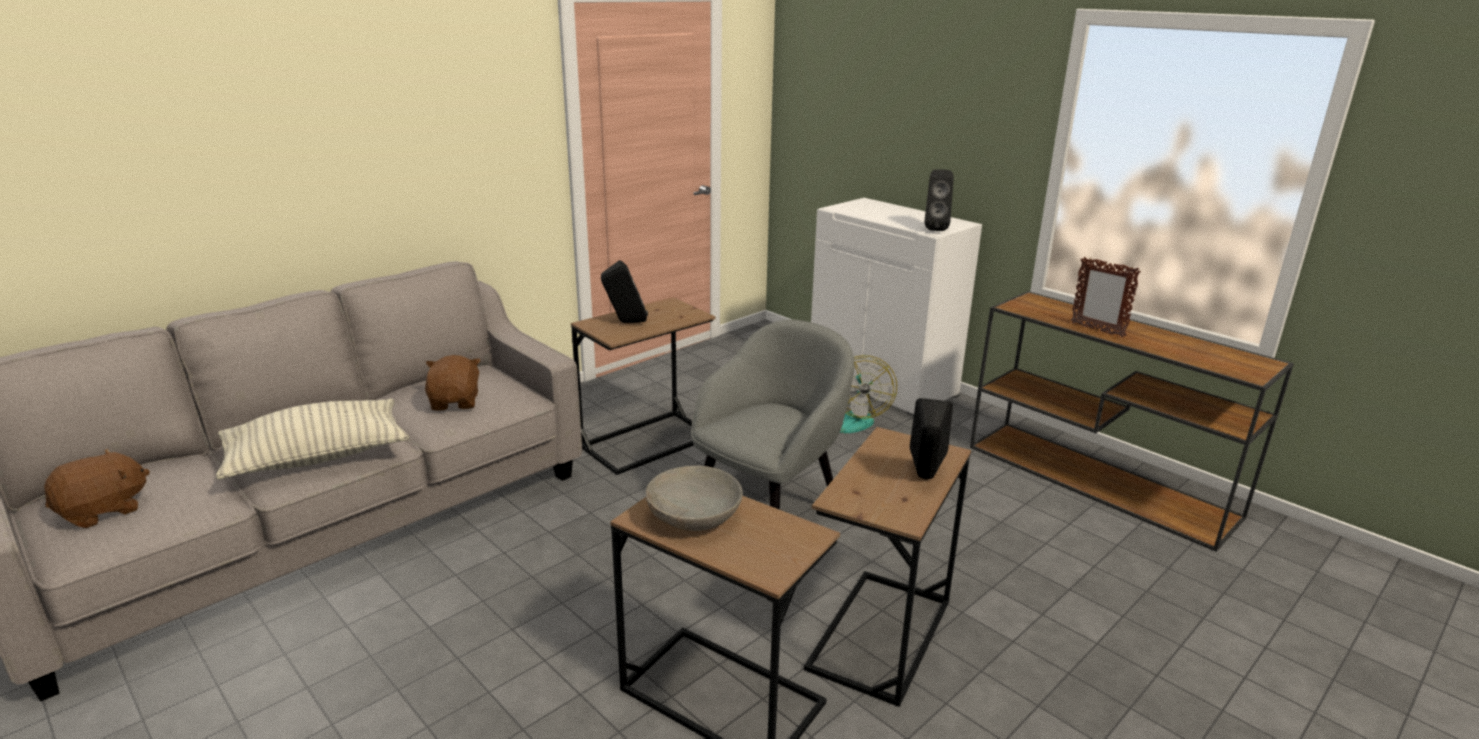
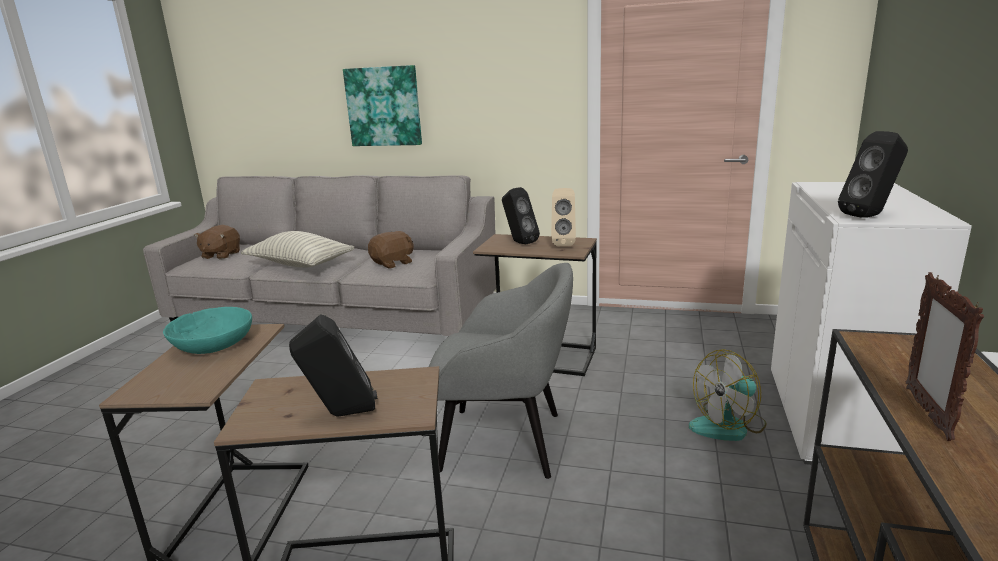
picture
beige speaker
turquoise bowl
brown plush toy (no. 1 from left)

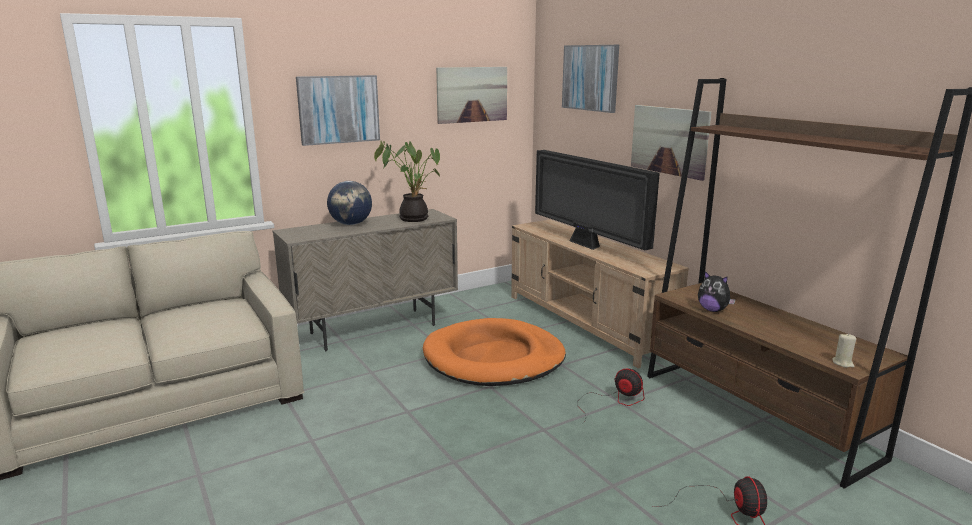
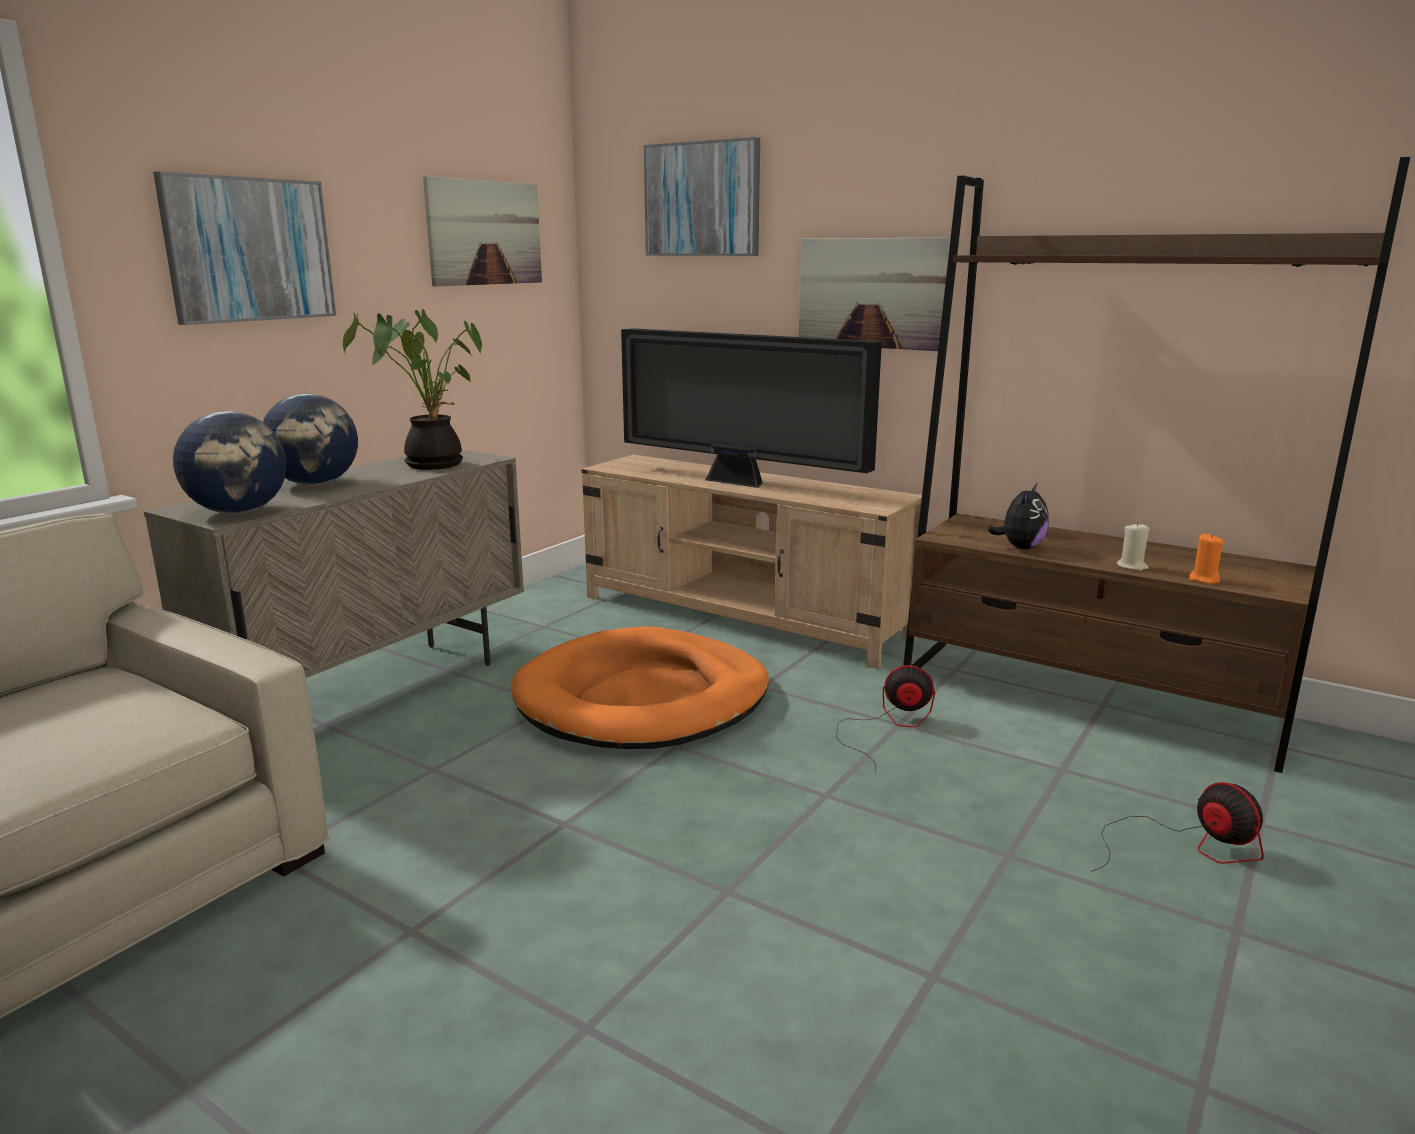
globe (no. 1 from left)
orange candle
beige candle
plush toy

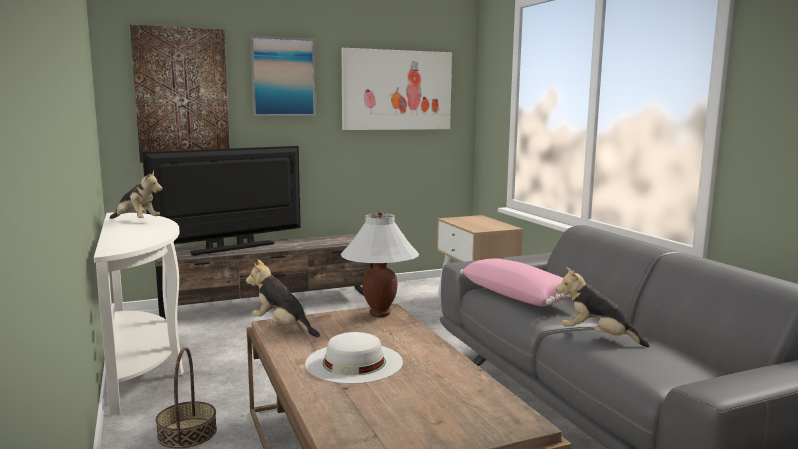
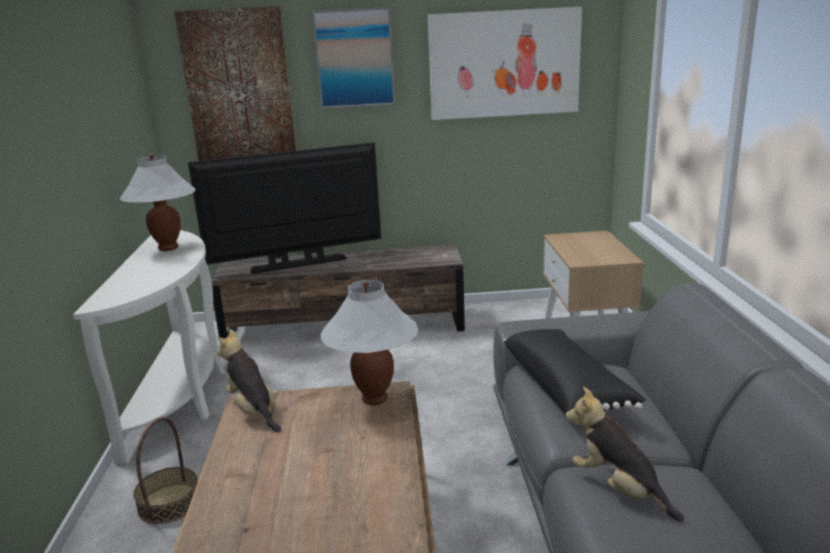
white hat
white table lamp (no. 1 from left)
black pillow

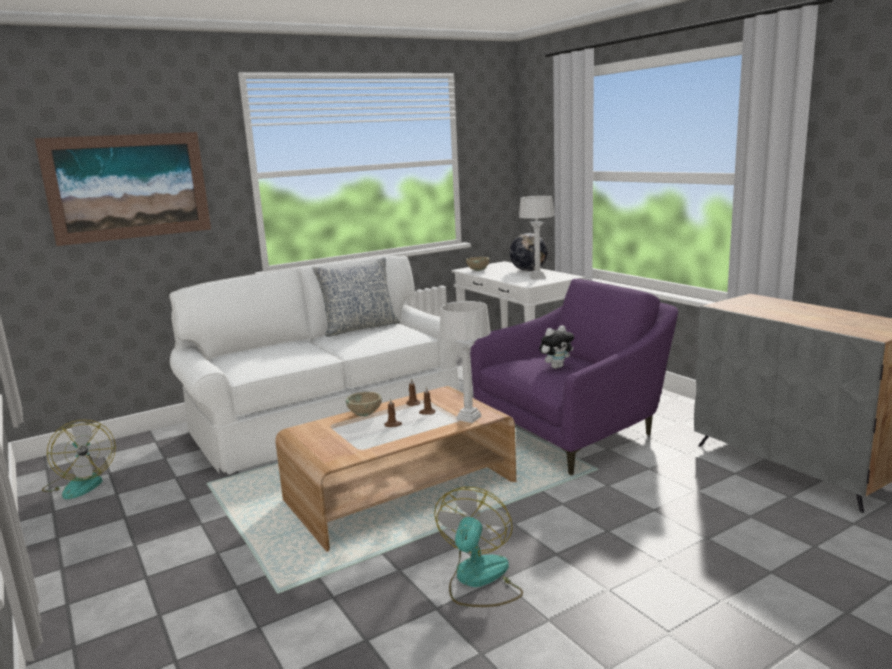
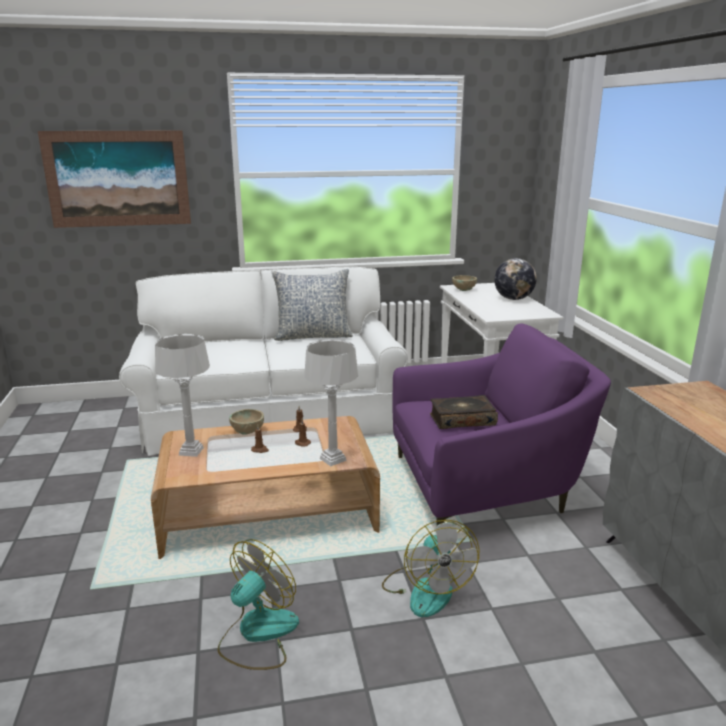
fan (no. 2 from left)
grey table lamp (no. 1 from left)
book

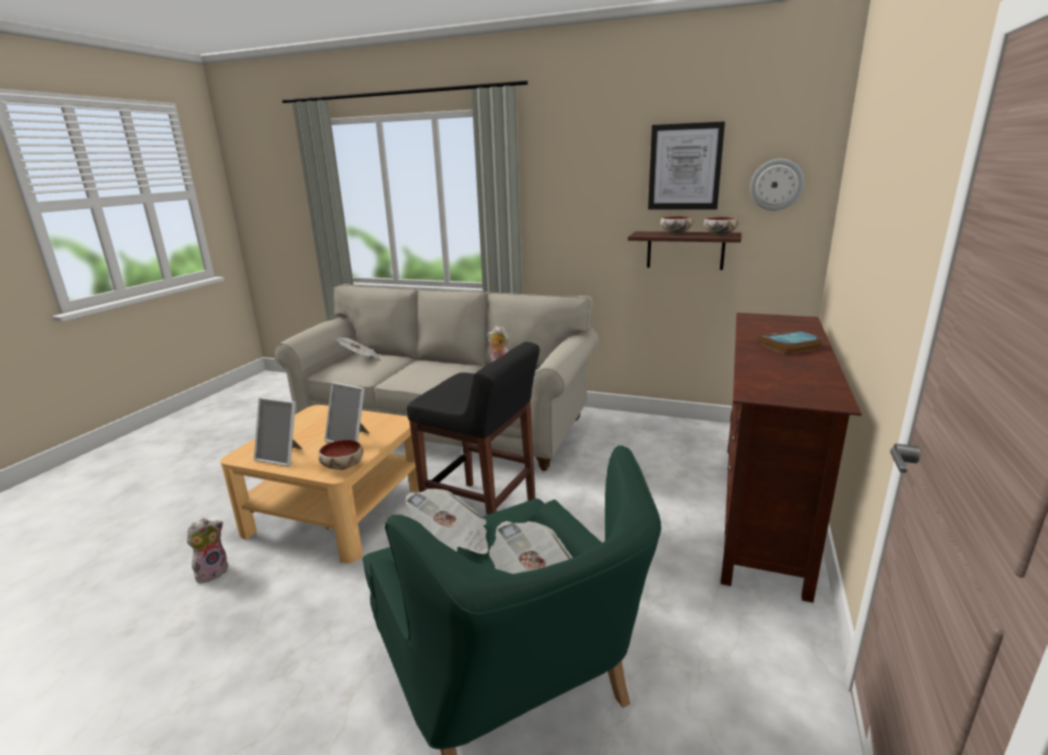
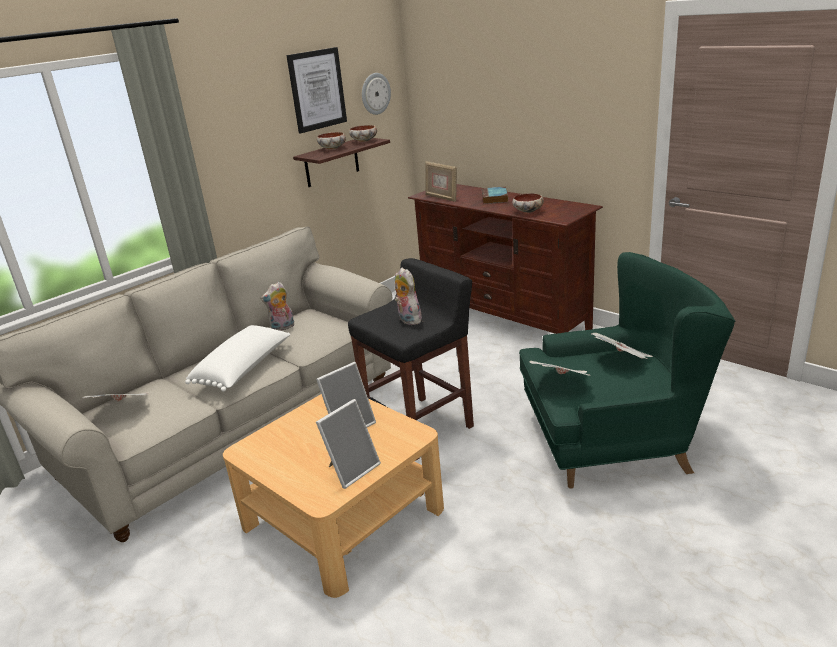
white pillow
picture frame (no. 3 from left)
plush toy (no. 2 from left)
bowl (no. 3 from left)

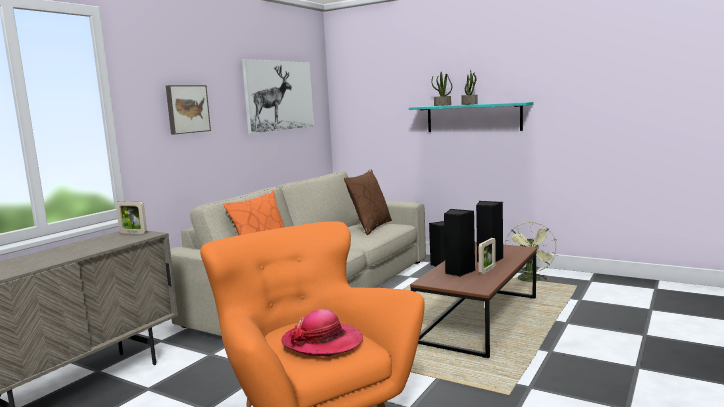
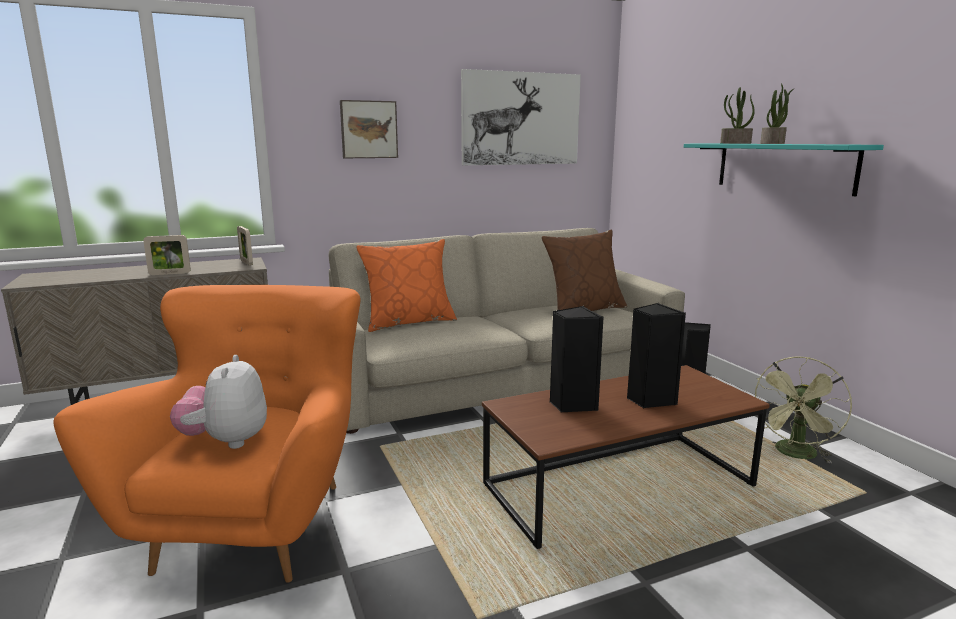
picture frame (no. 1 from left)
plush toy

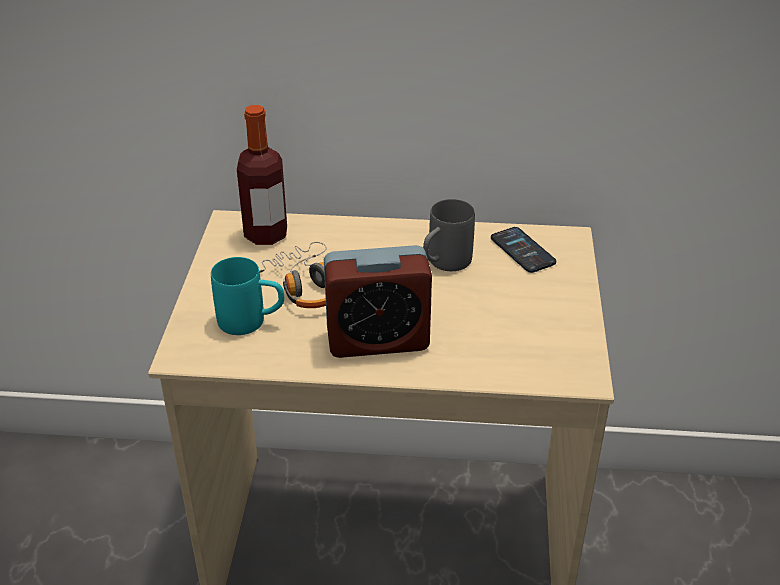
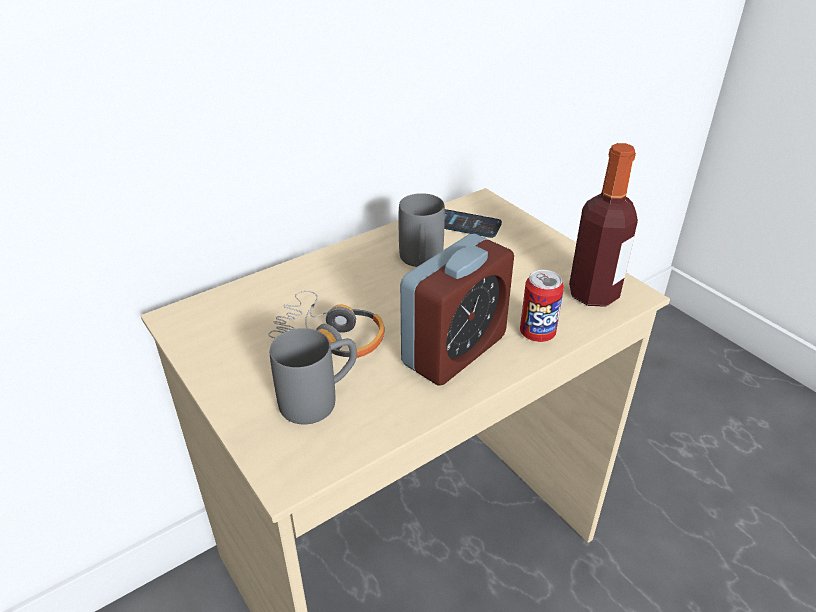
can
bottle
grey mug (no. 1 from left)

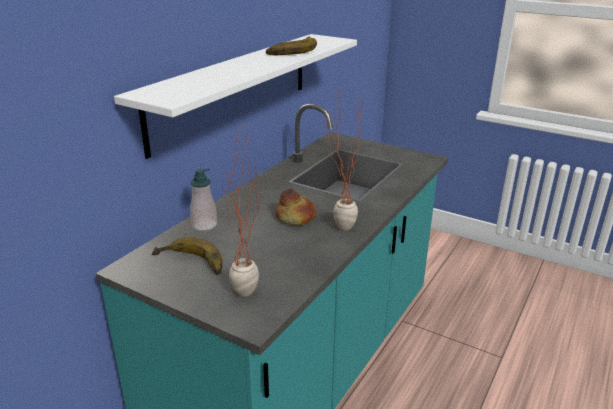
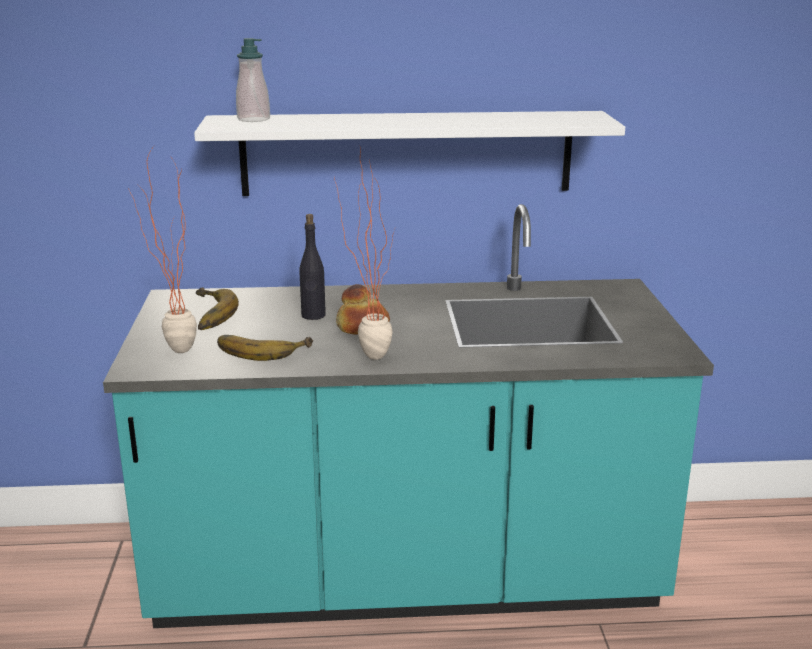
black bottle
soap dispenser
banana (no. 2 from left)

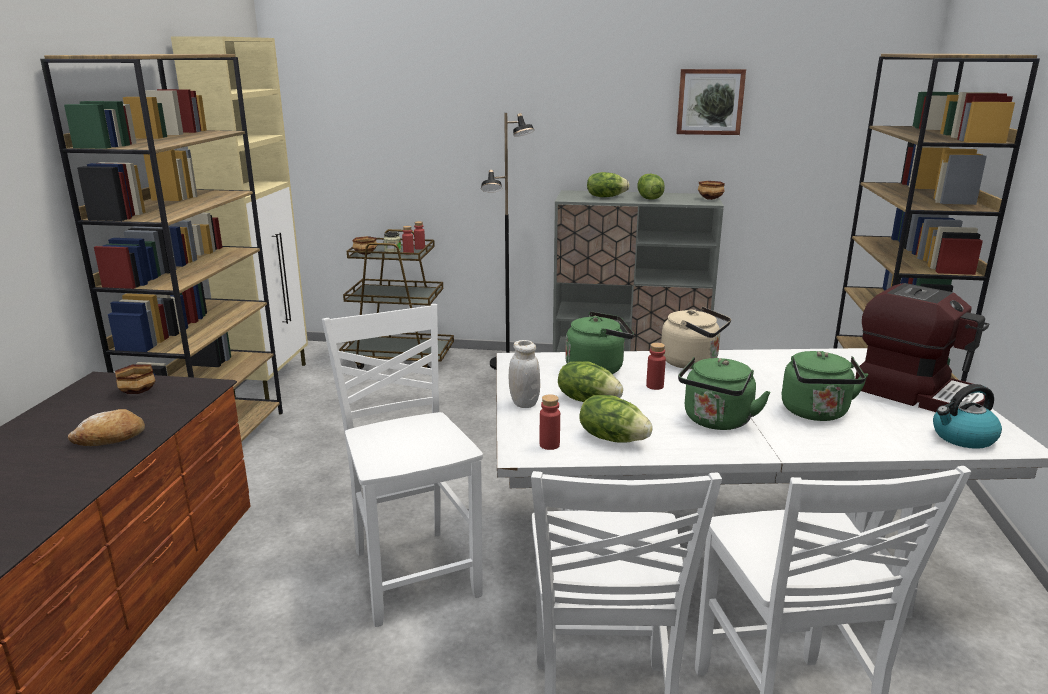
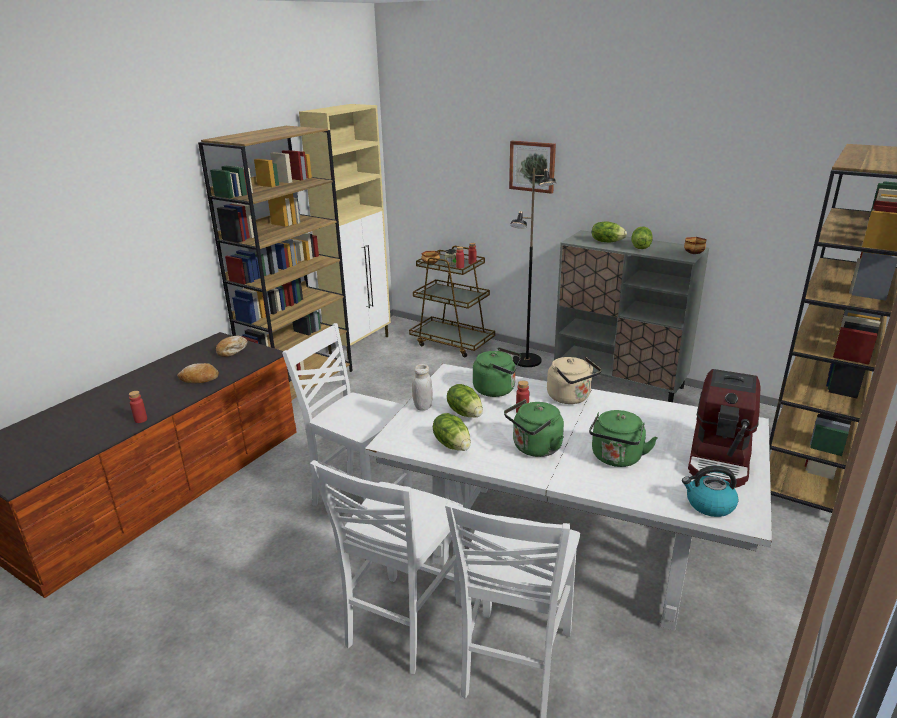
red bottle (no. 1 from left)
picture
bread (no. 2 from left)
white chair (no. 1 from left)
coffee machine

